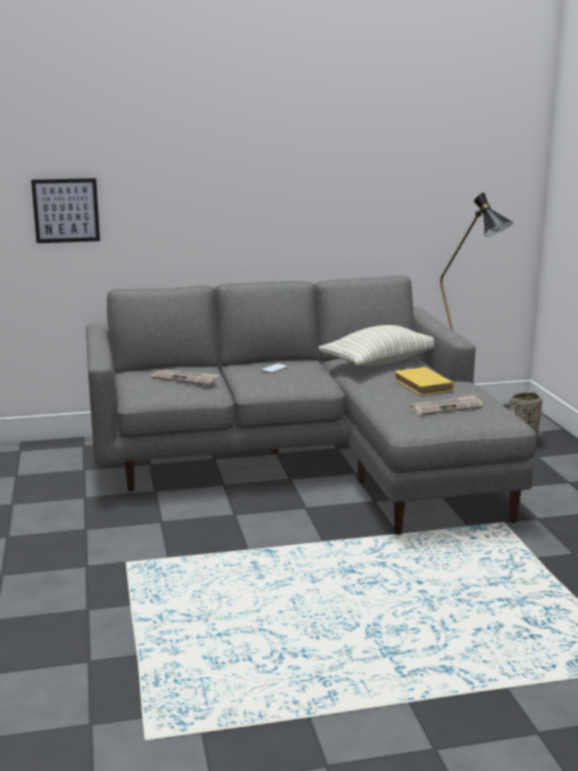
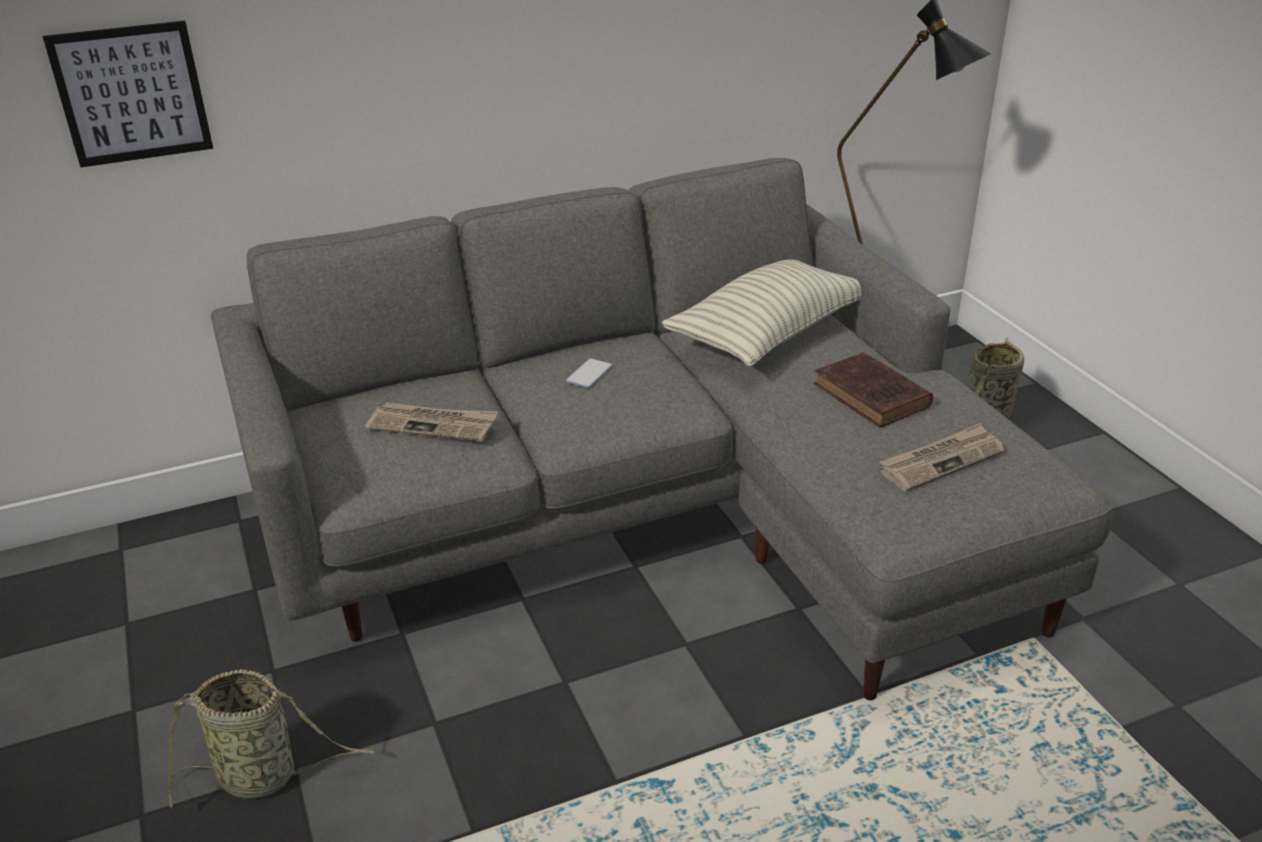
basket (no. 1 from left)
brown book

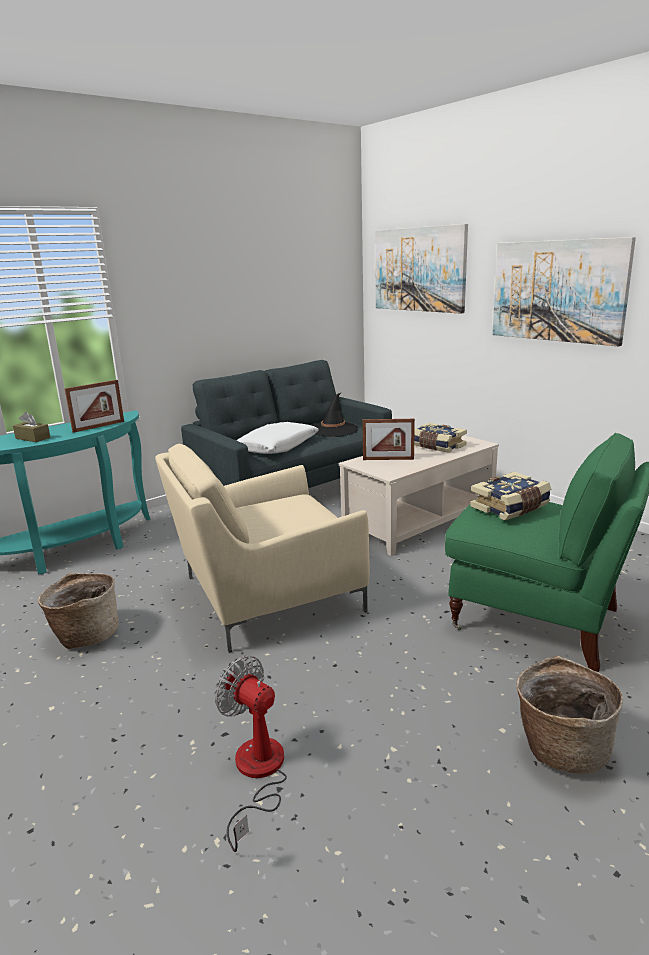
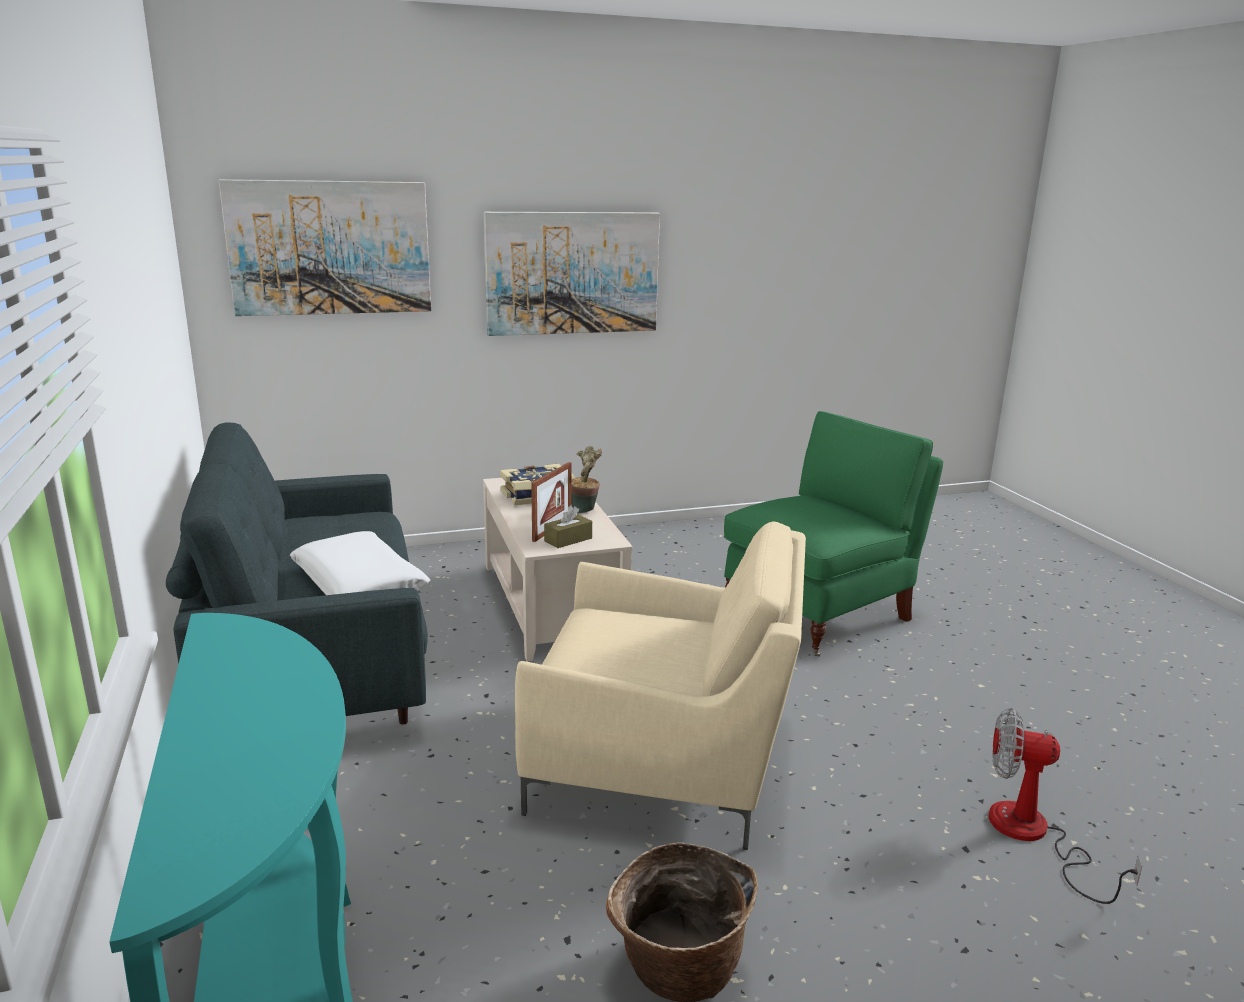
picture frame (no. 1 from left in the first image)
black hat
book (no. 2 from left in the first image)
basket (no. 2 from left in the first image)
potted plant
brown tissue box
beige armchair
fan

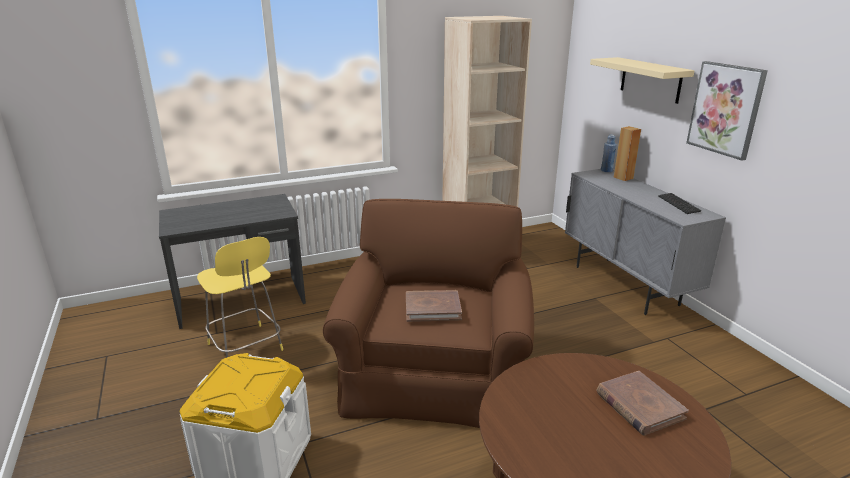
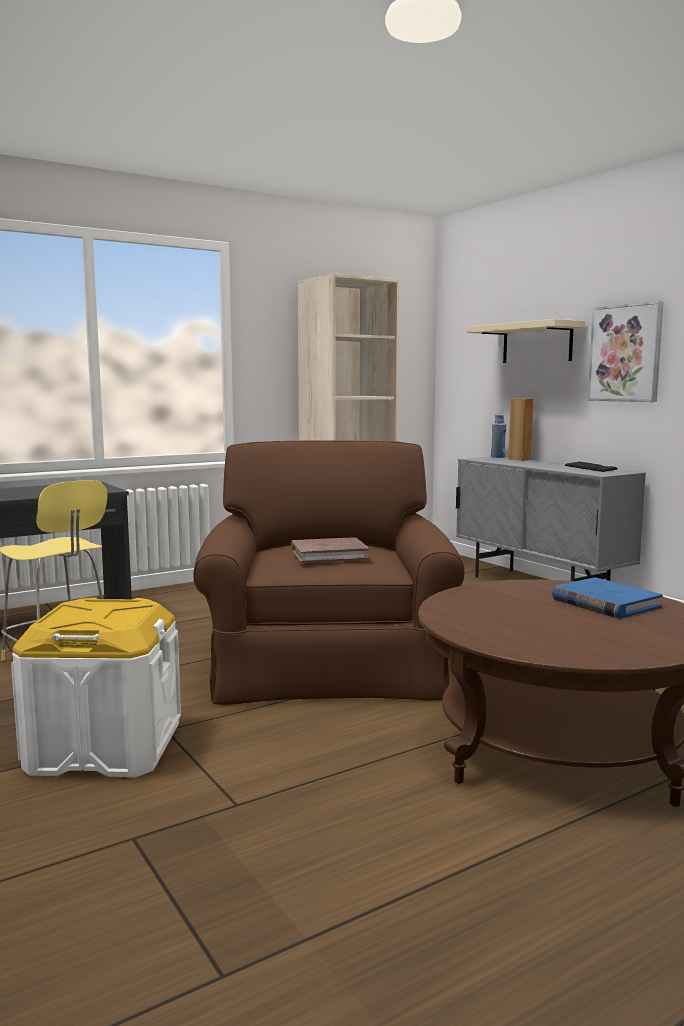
blue book

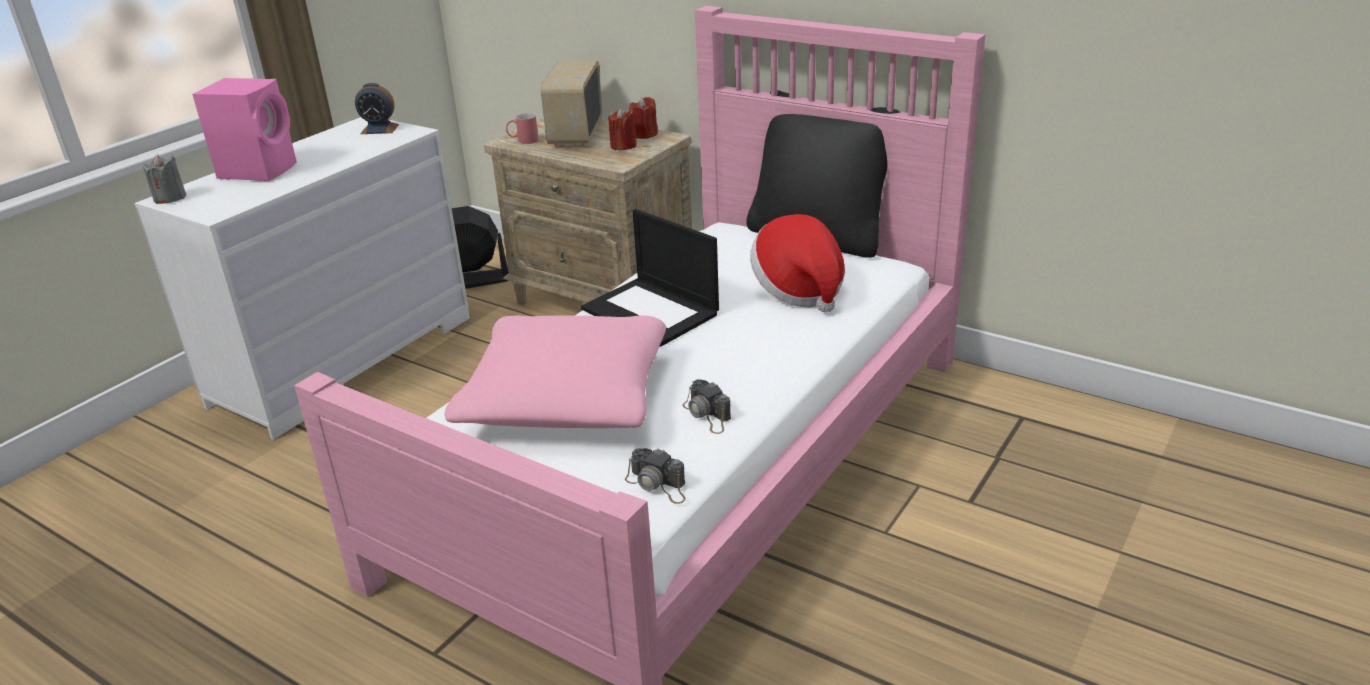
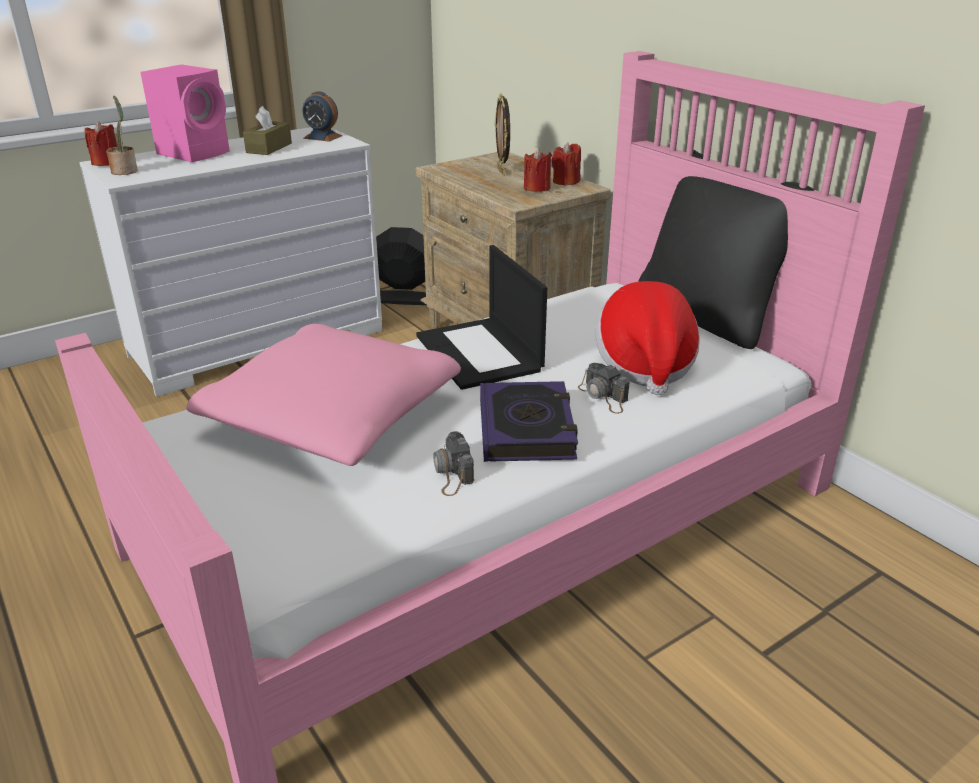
red mug
potted plant
brown tissue box
book
photo camera (no. 2 from left)
picture frame
red candle (no. 1 from left)

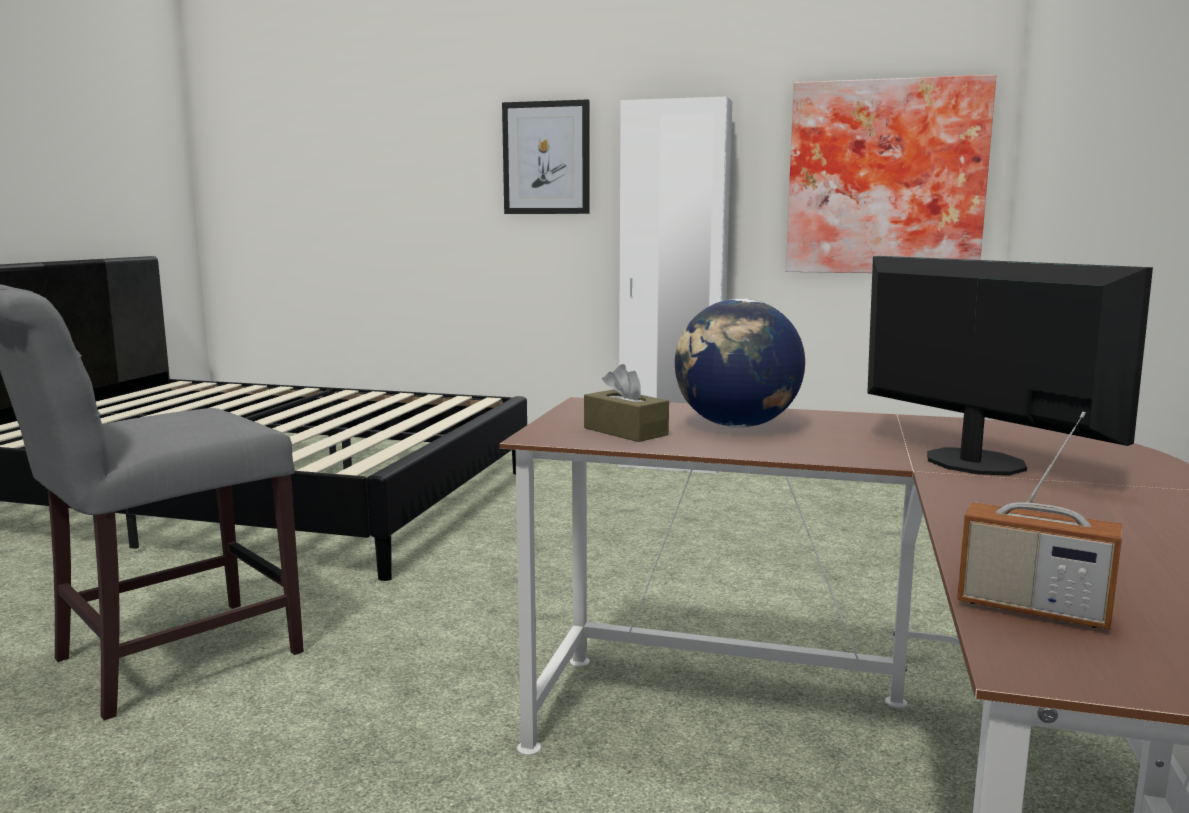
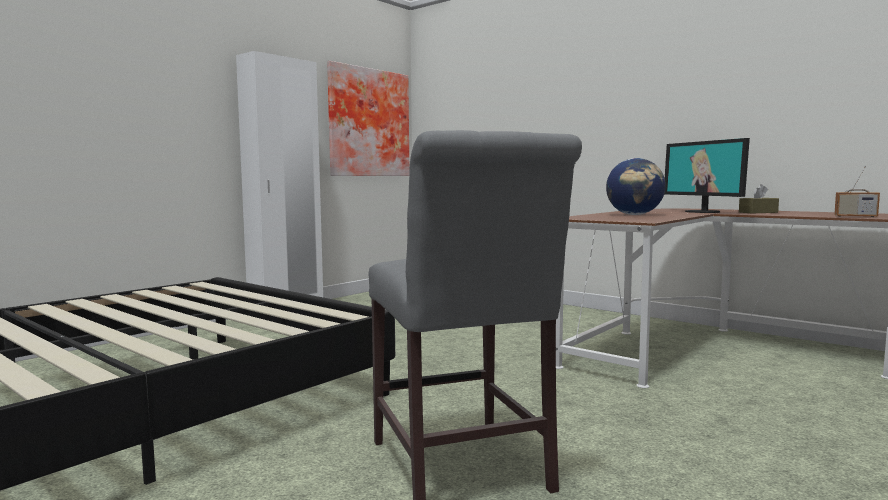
picture (no. 1 from left in the first image)
brown tissue box
monitor
radio

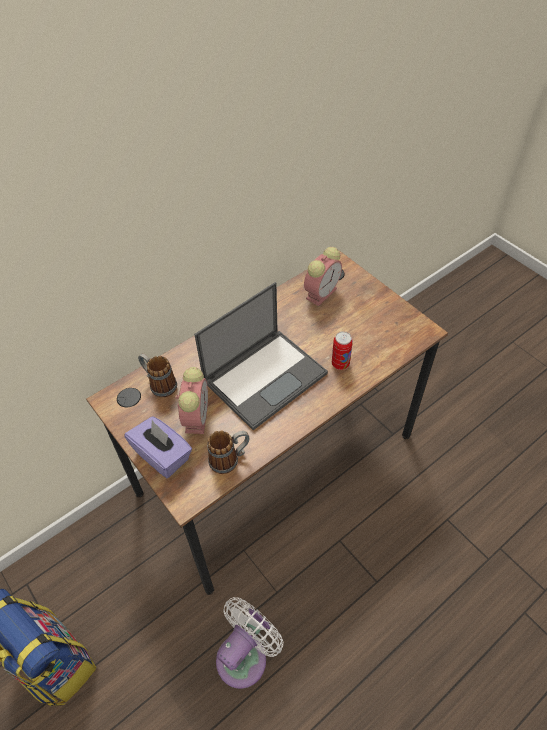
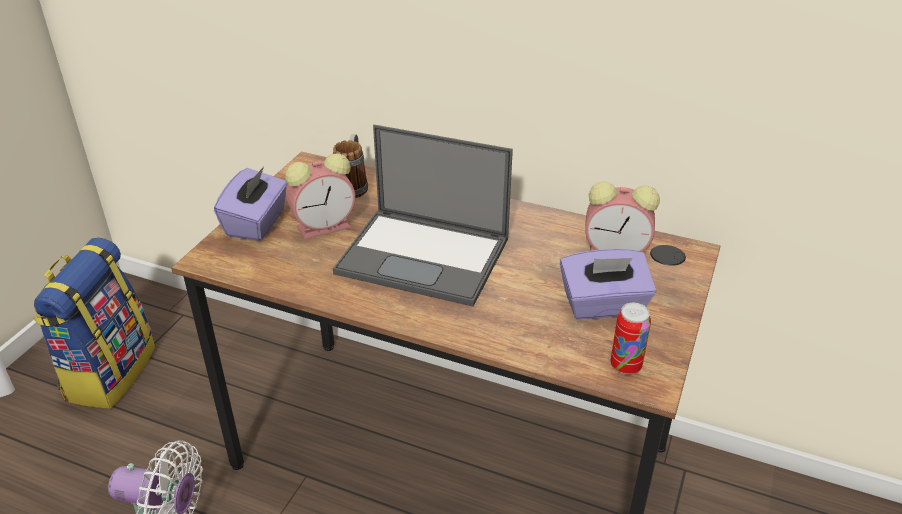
mug (no. 2 from left in the first image)
purple tissue box (no. 2 from left)
can

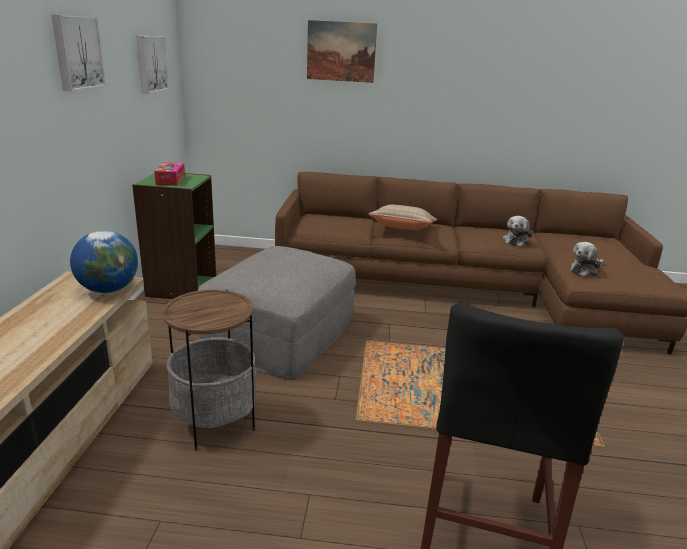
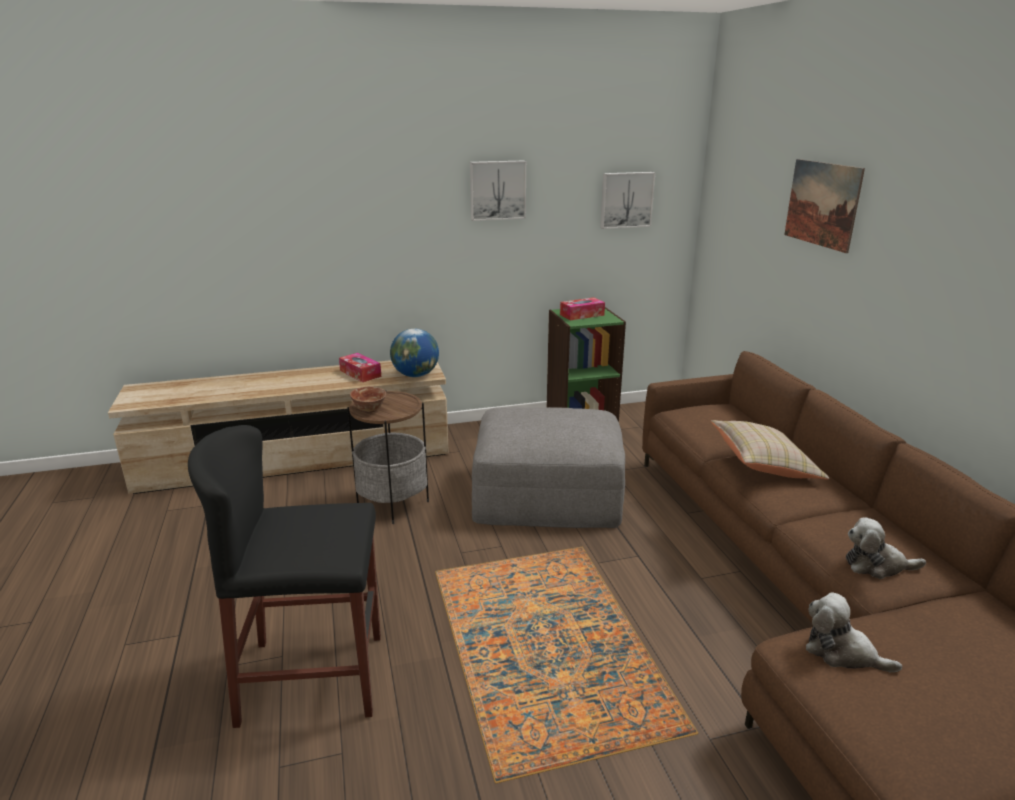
tissue box (no. 1 from left)
bowl

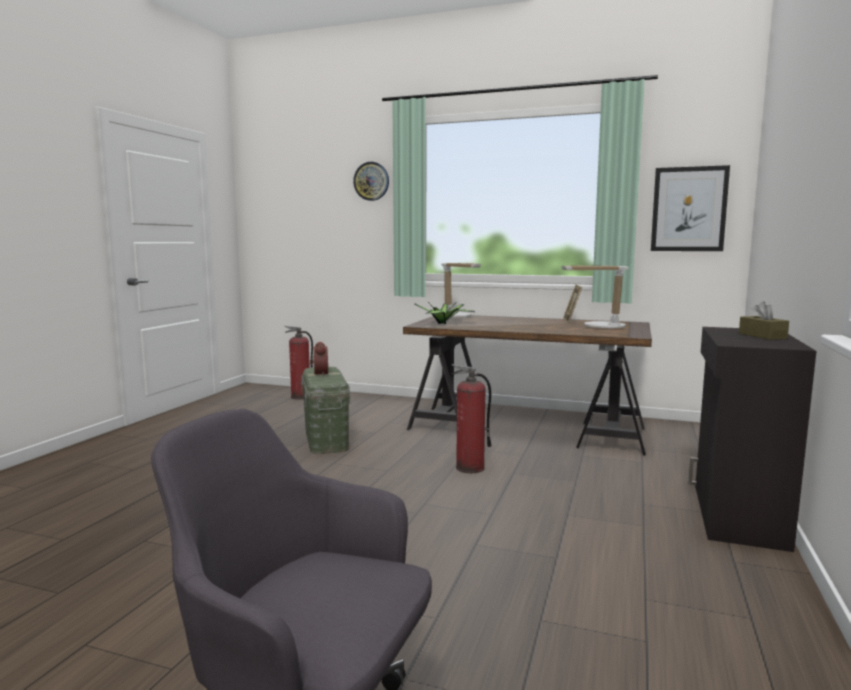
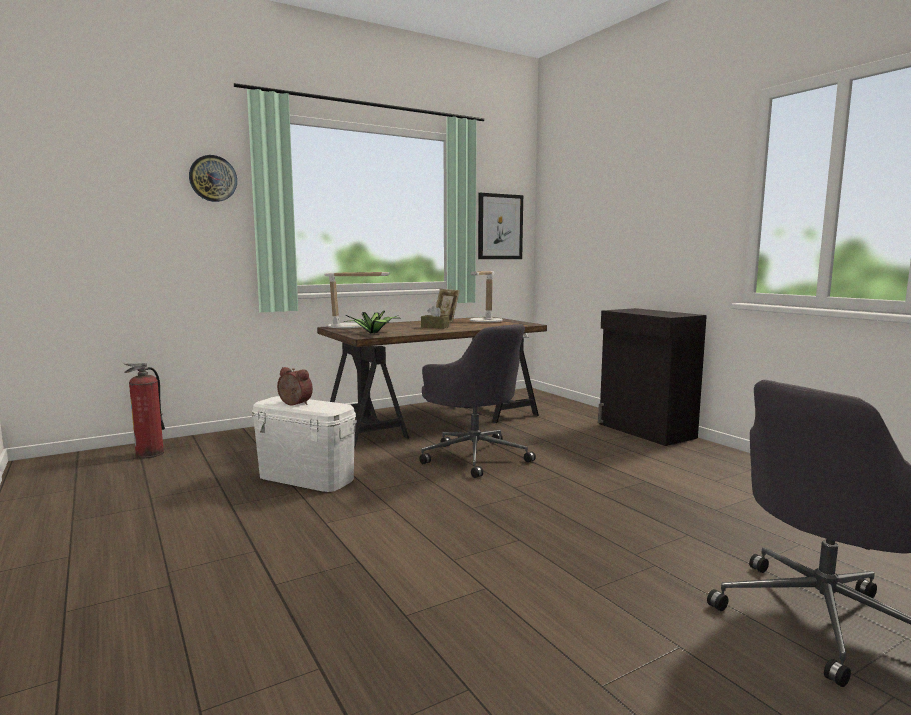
brown tissue box
grey office chair (no. 1 from left)
white storage box

